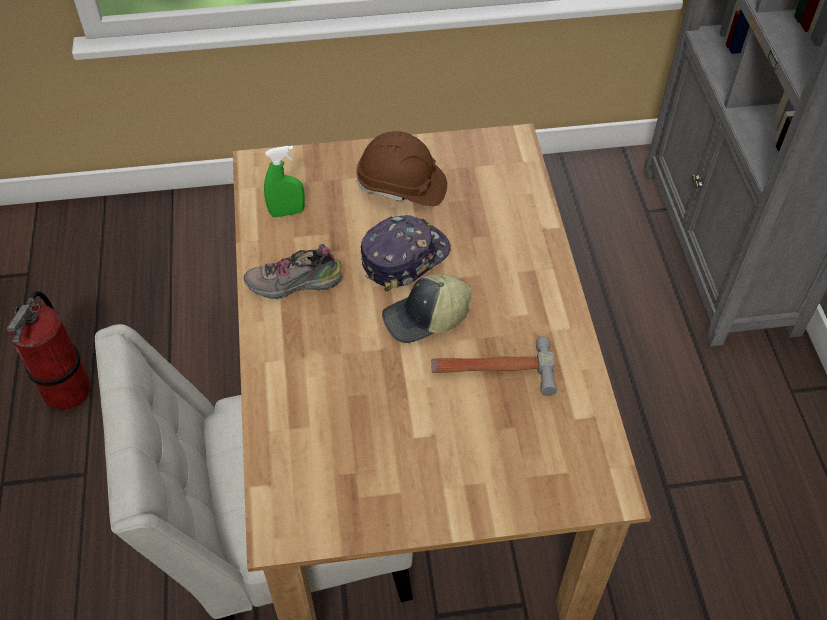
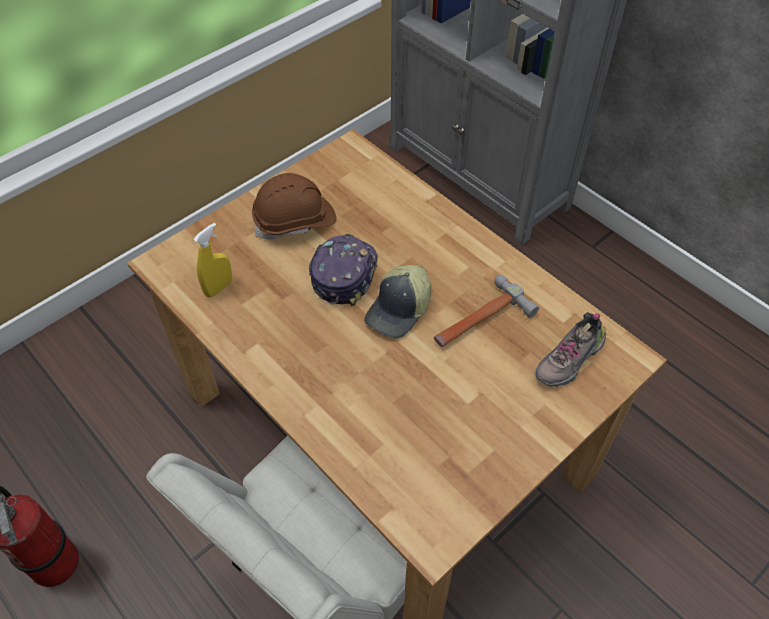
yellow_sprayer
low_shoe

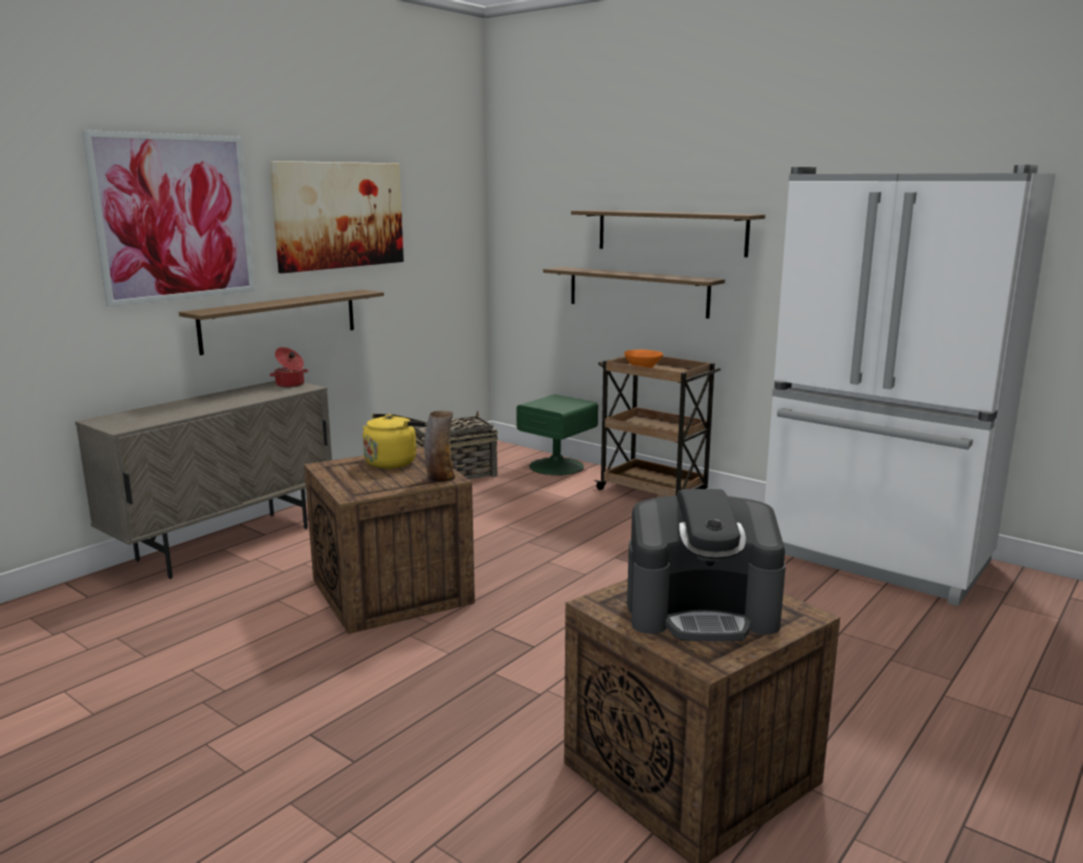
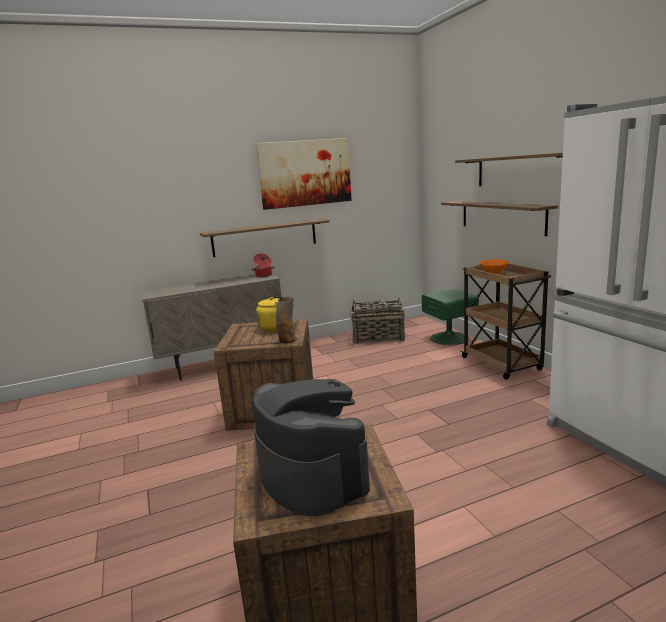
coffee_maker
wall_picture (1st from left in the first image)

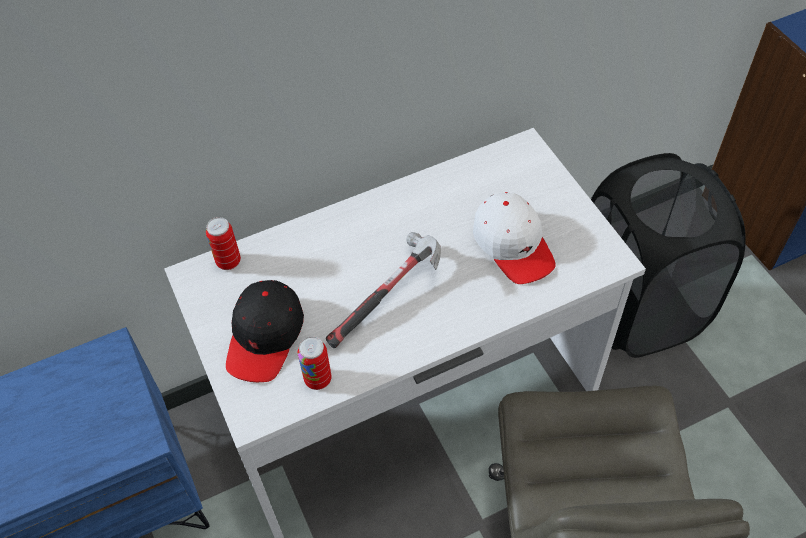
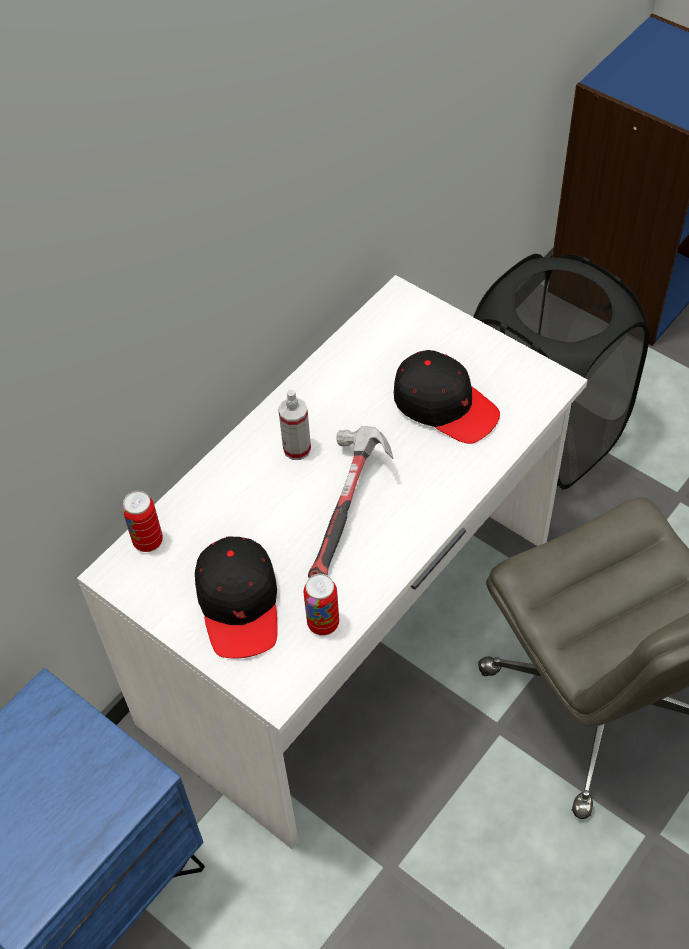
sprayer
blackish_cap (2nd from left)

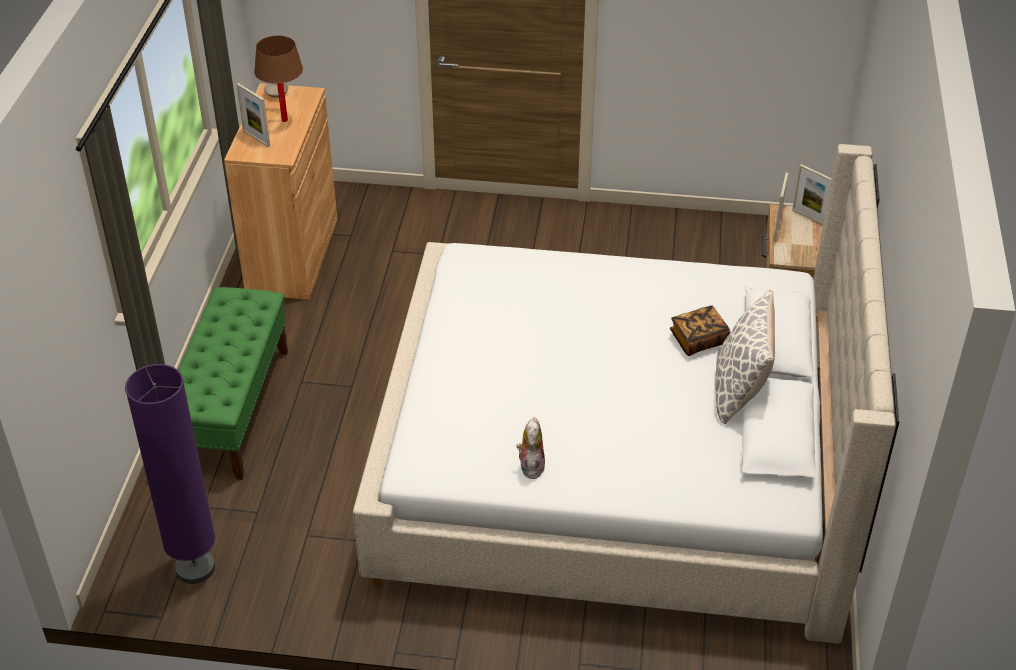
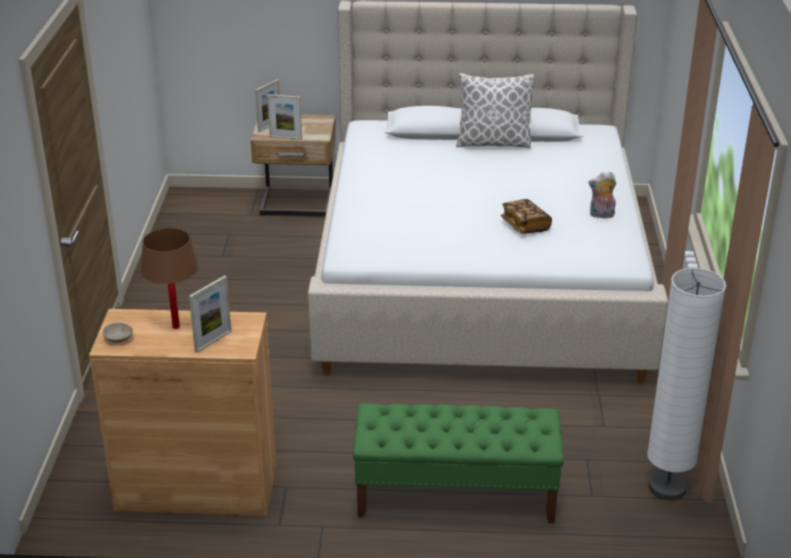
book
whitish_standing_lamp

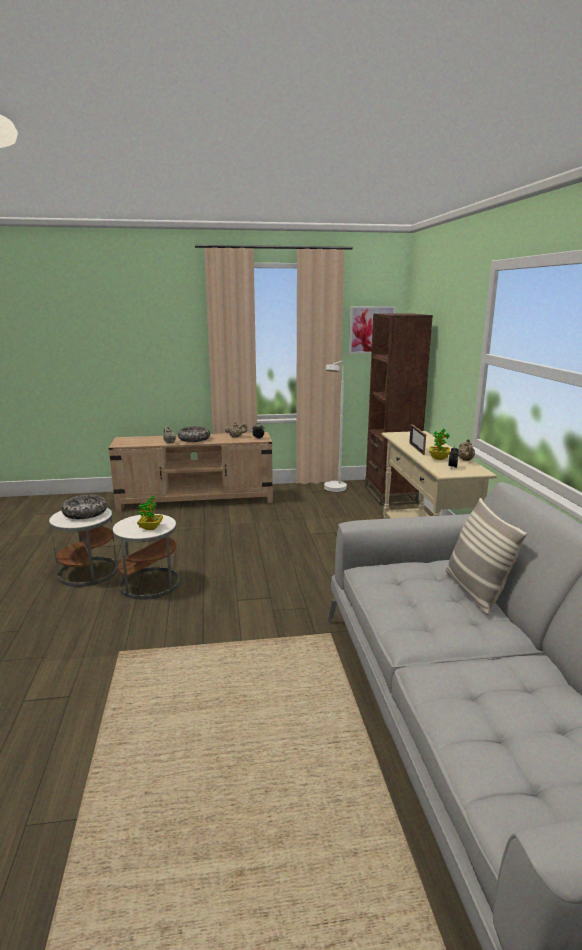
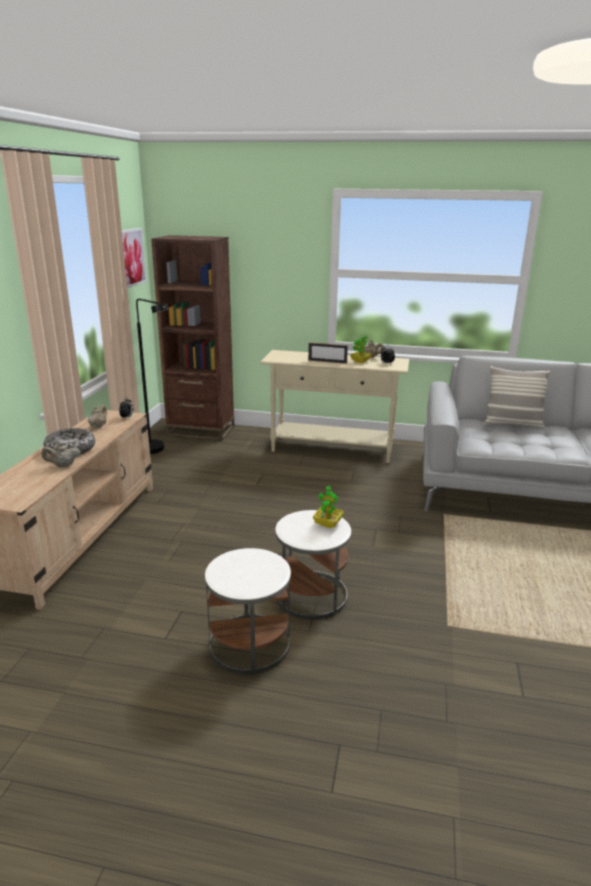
blackish_standing_lamp
deep_dish (1st from left in the first image)

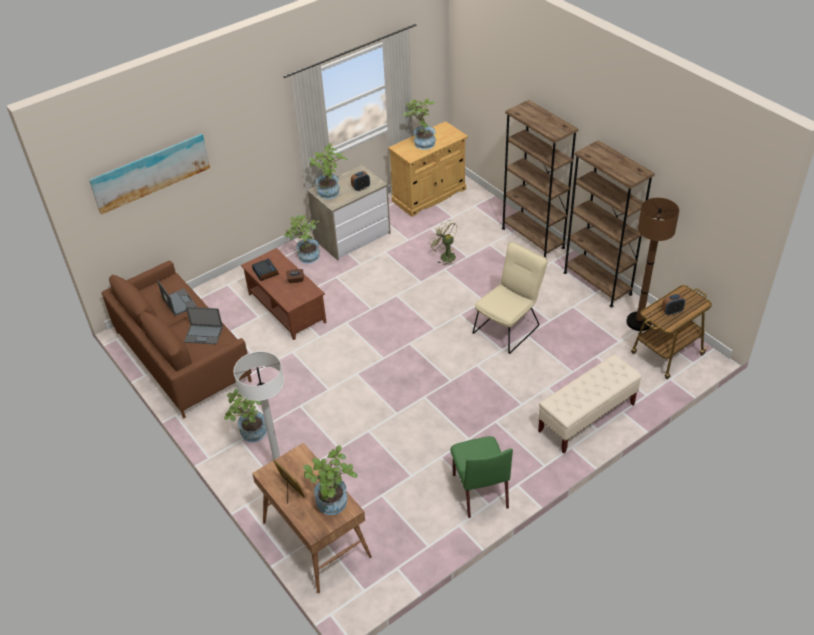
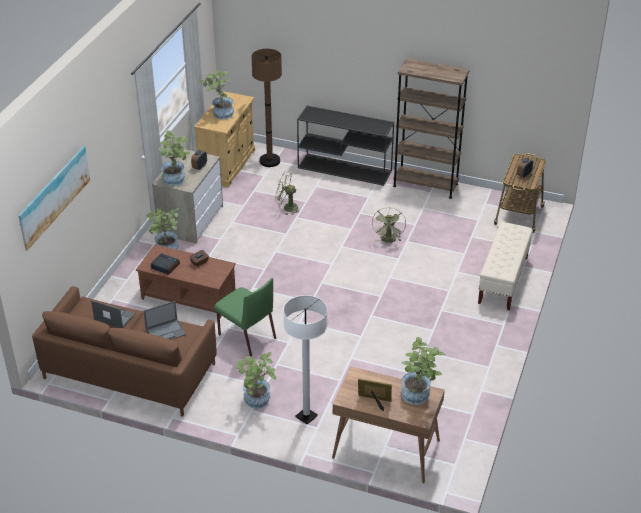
greenish_chair
brown-coloured_standing_lamp
blackish_console_table
greenish_cooling_fan (2nd from left)

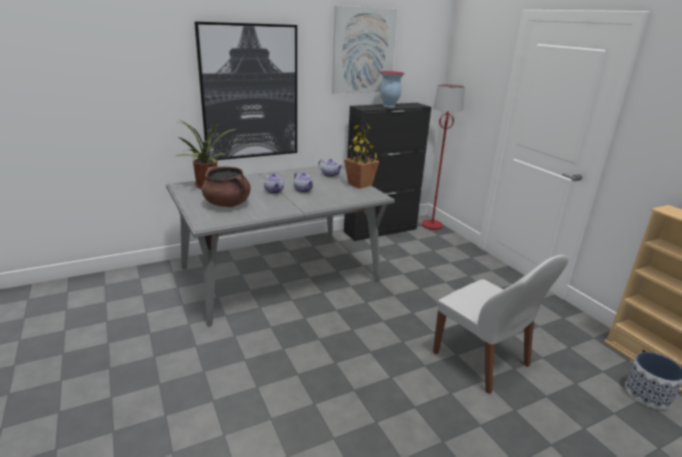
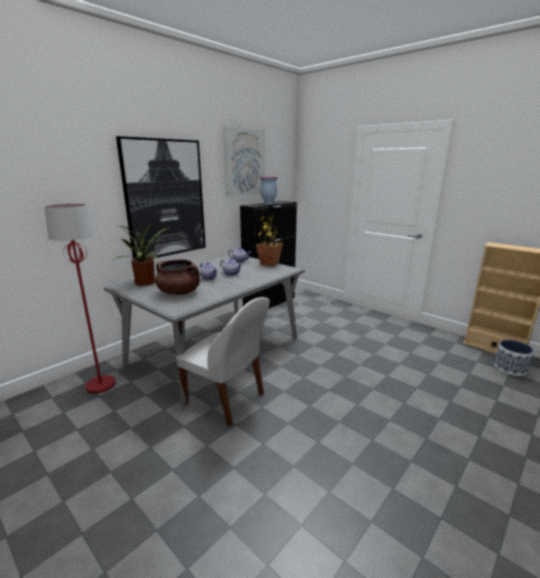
red_standing_lamp
whitish_chair

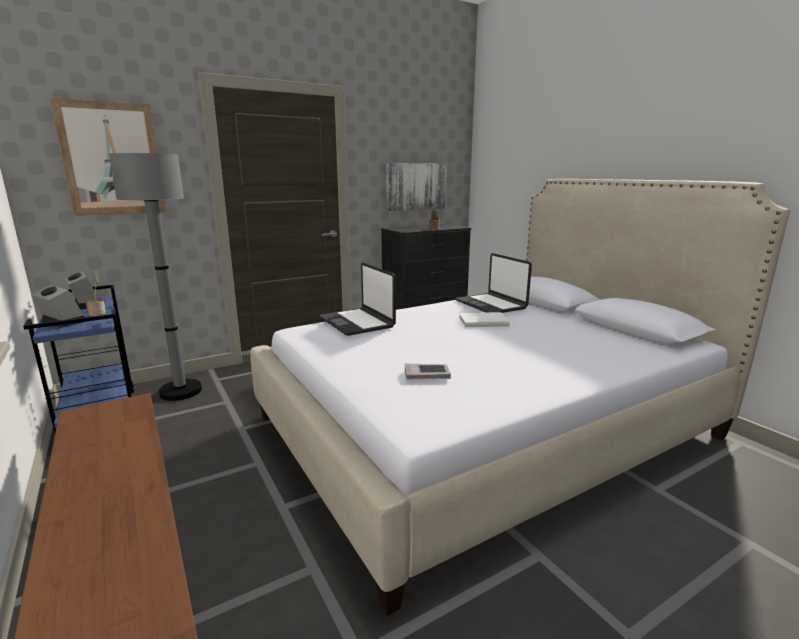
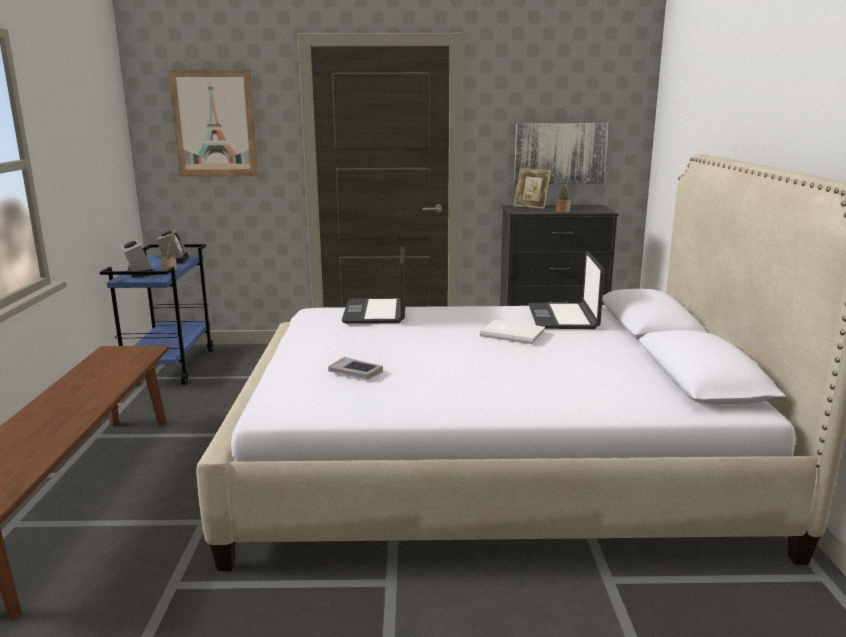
photo_frame
gray_standing_lamp

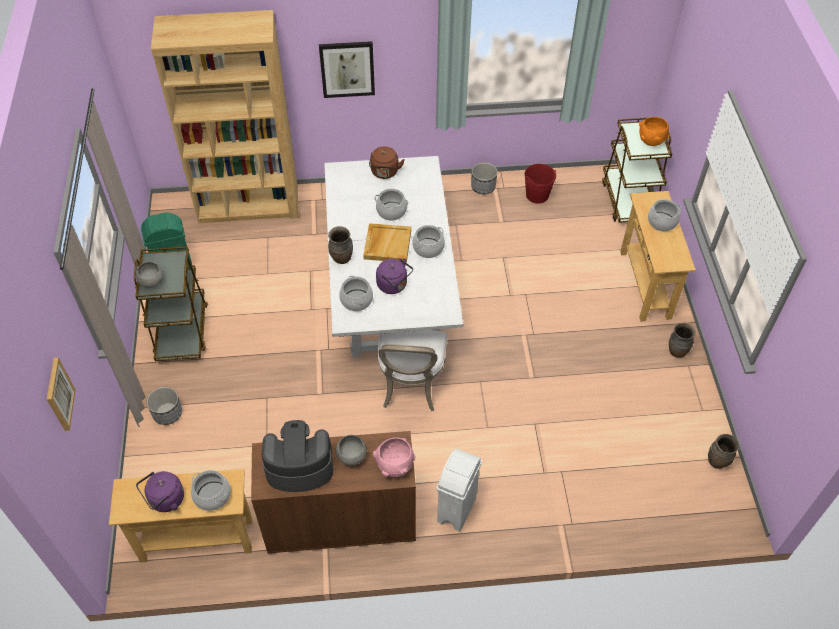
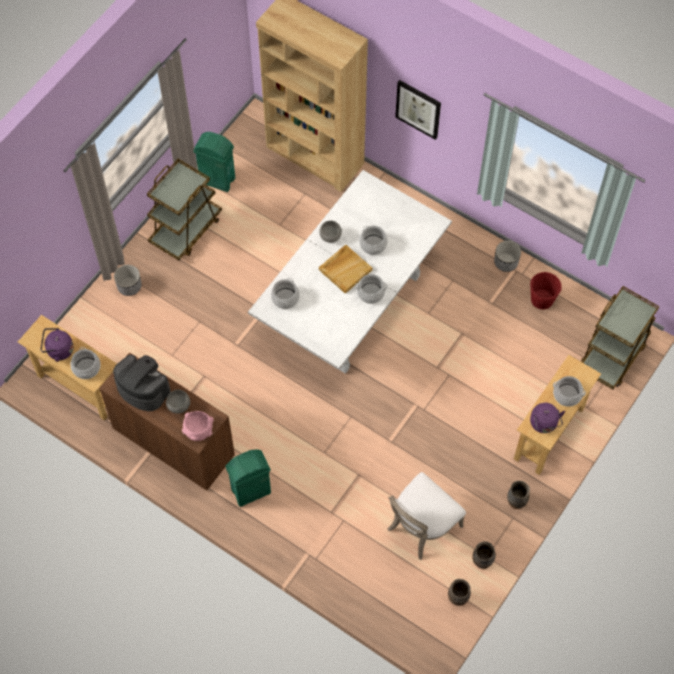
greenish_trash_can (2nd from left)
gray_deep_dish (2nd from left)
whitish_chair
brown-coloured_flower_vase (2nd from left)
purplish_kettle (2nd from left)
wall_picture (1st from left in the first image)
brown-coloured_kettle
orange_deep_dish

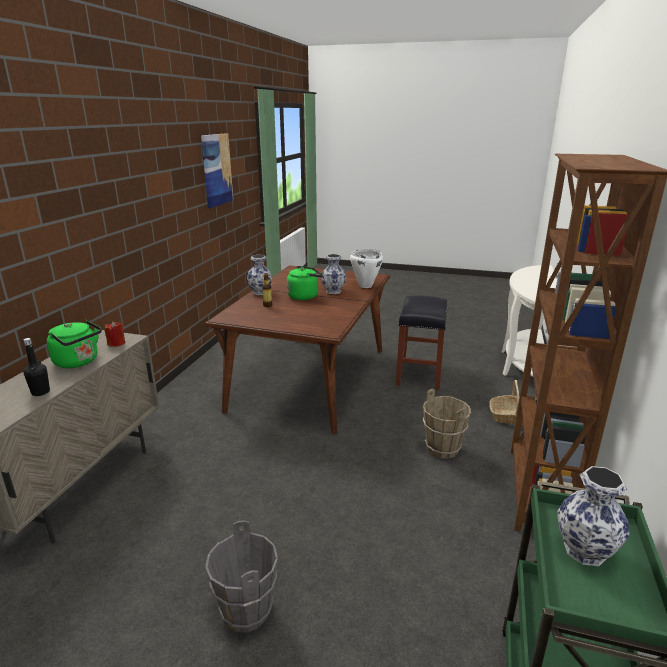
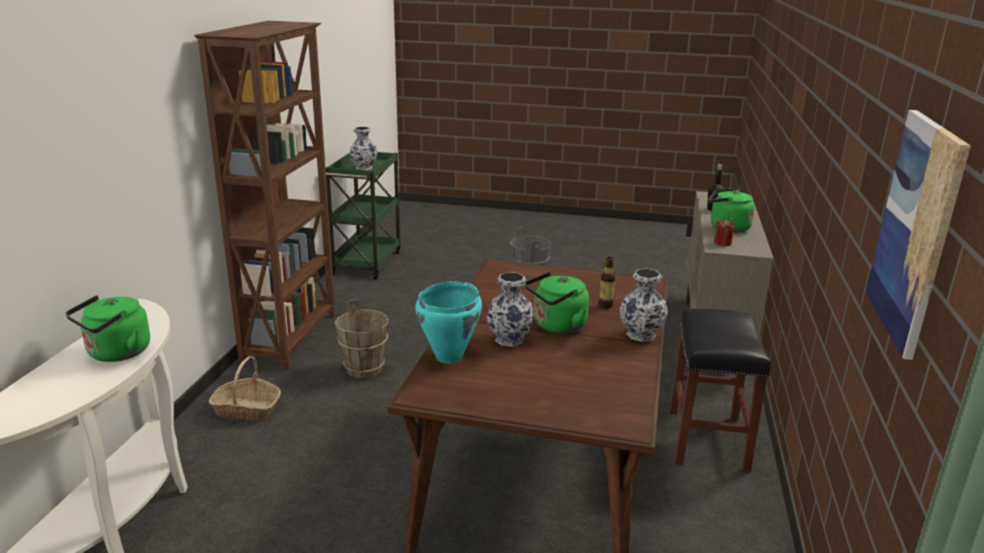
greenish_kettle (1st from left)
blue-green_saucepot
blackish_stool

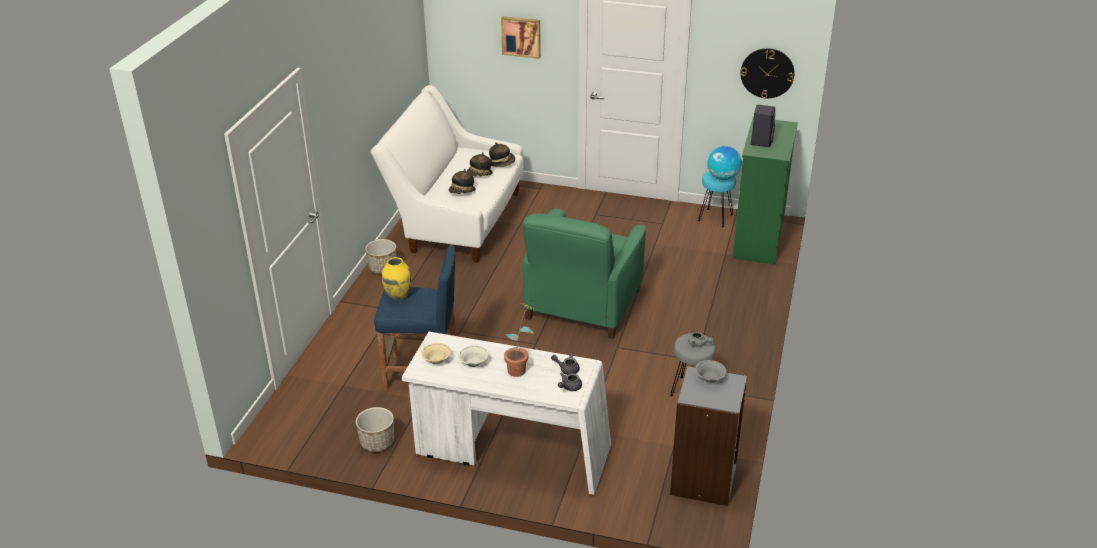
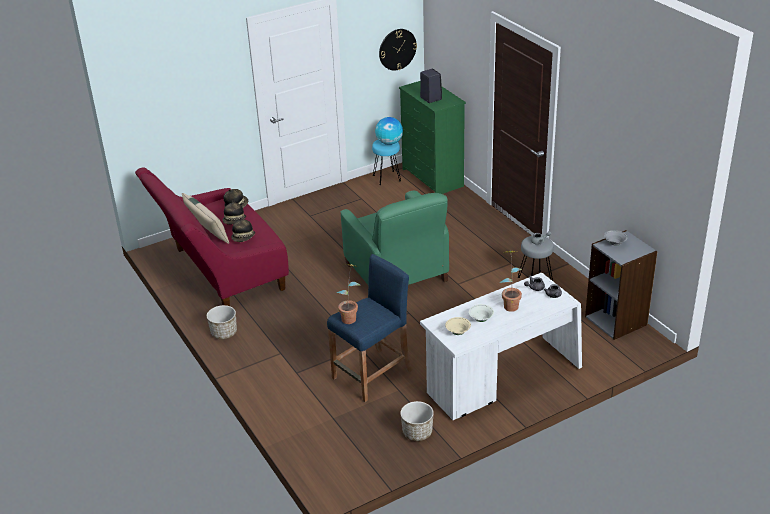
red_sofa
sand-coloured_pillow
potted_plant (1st from left)
wall_picture

